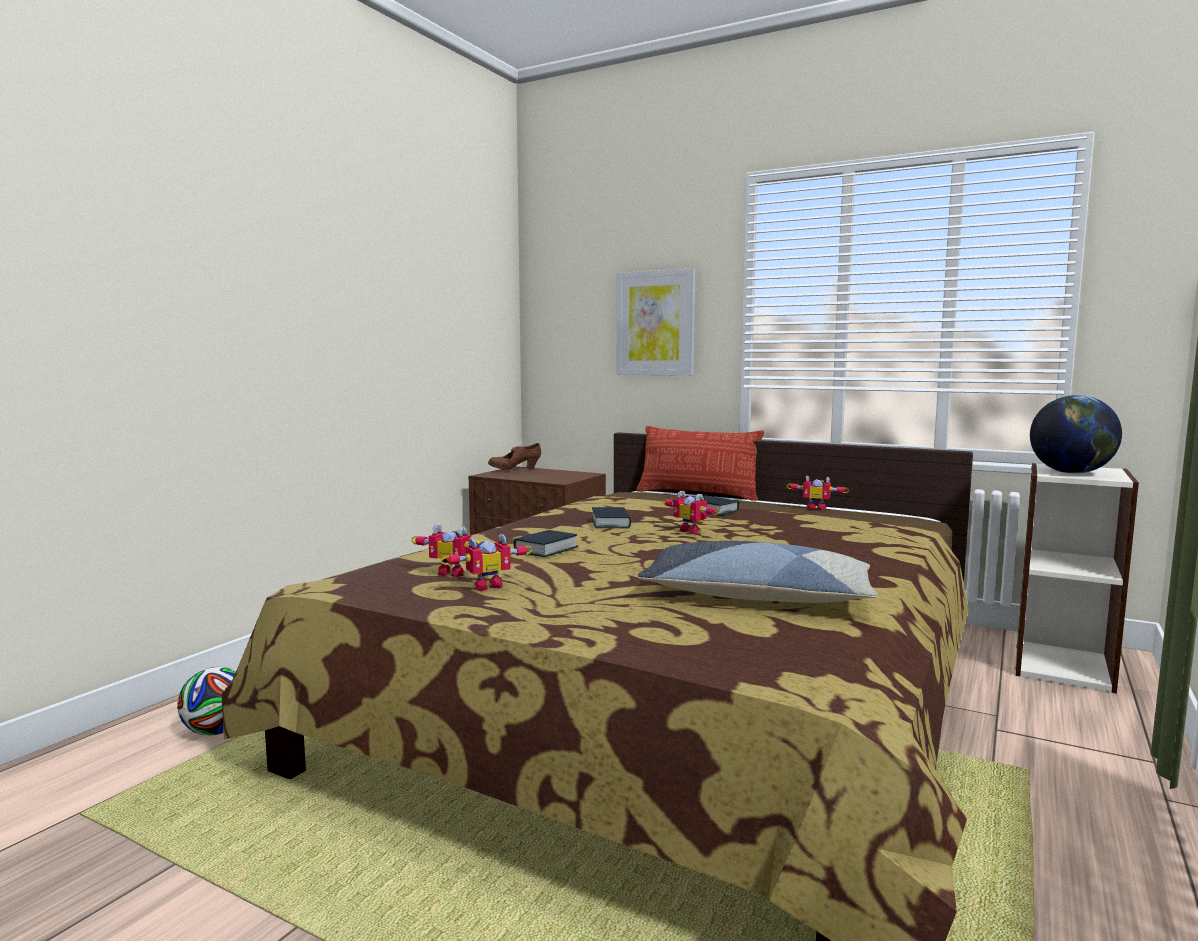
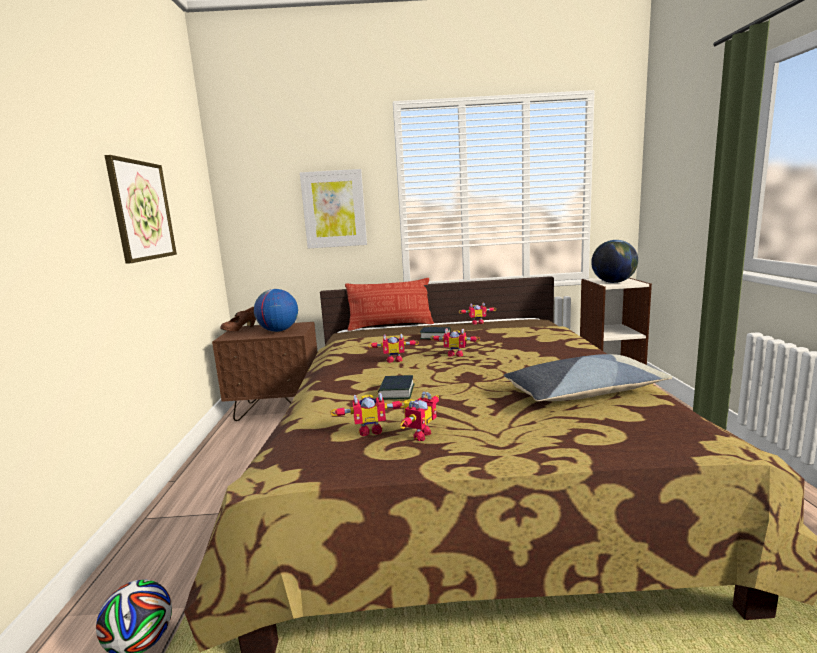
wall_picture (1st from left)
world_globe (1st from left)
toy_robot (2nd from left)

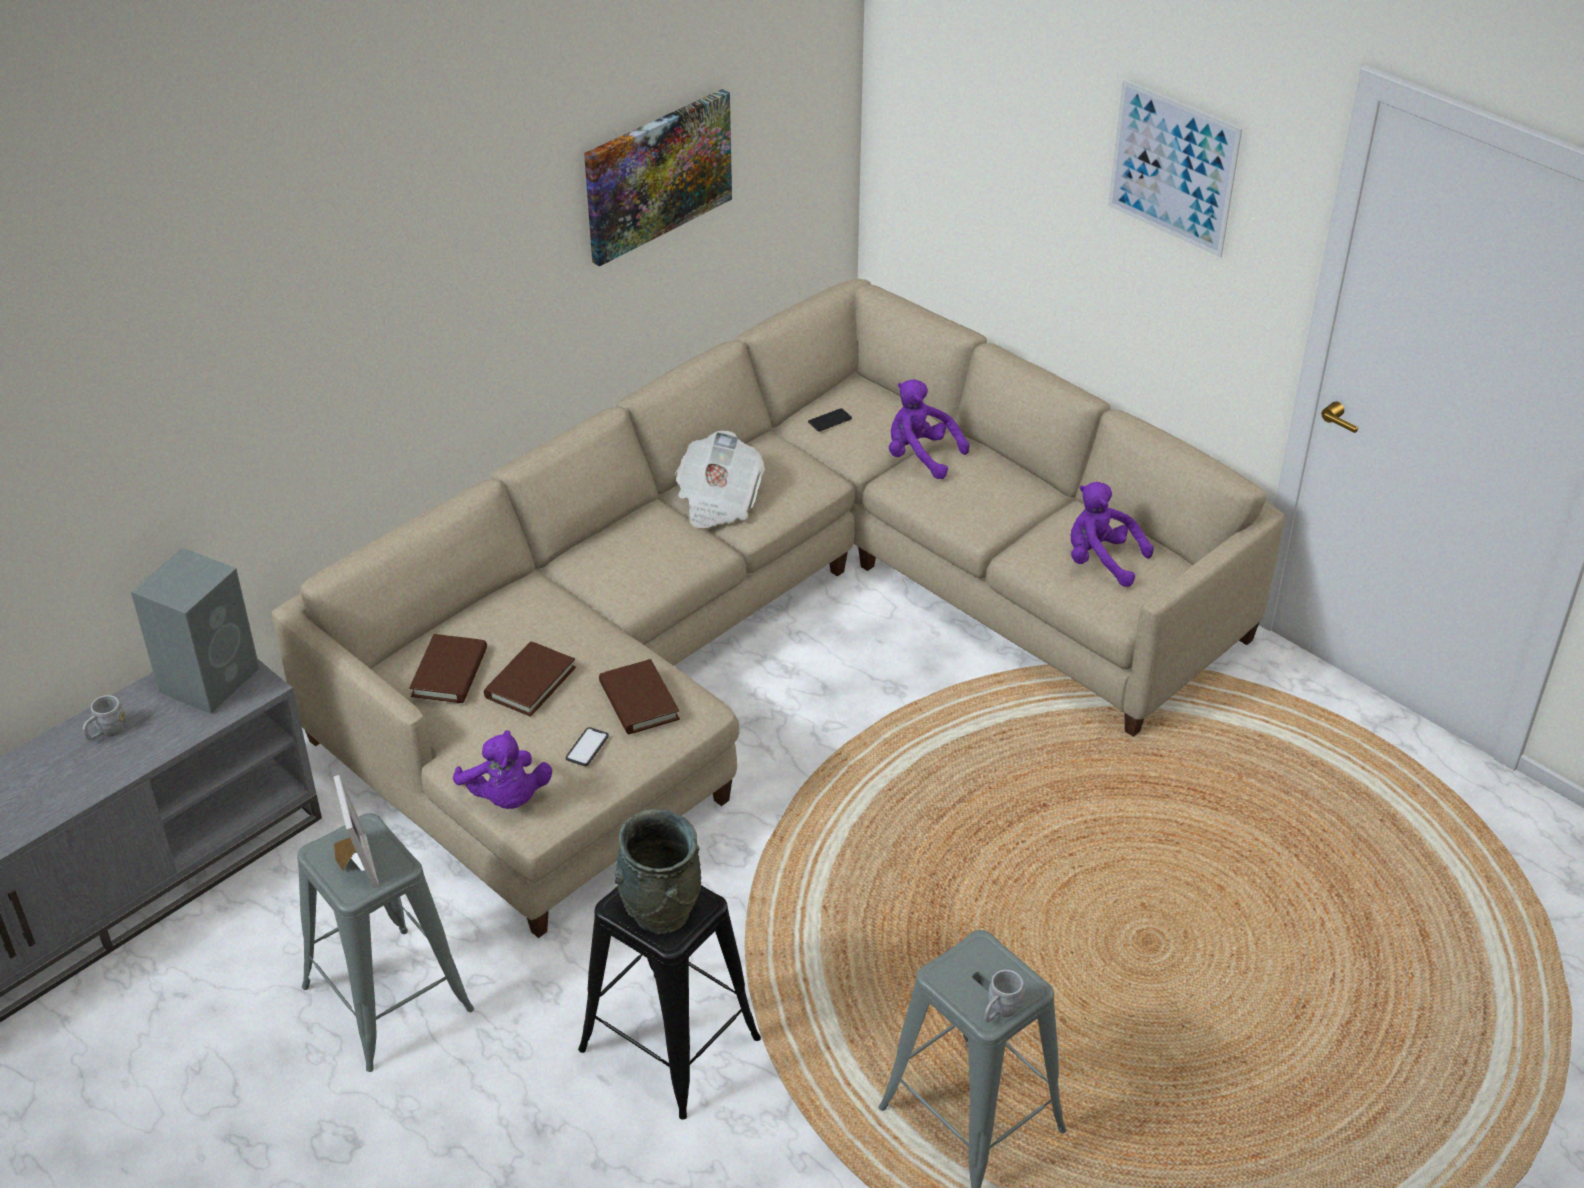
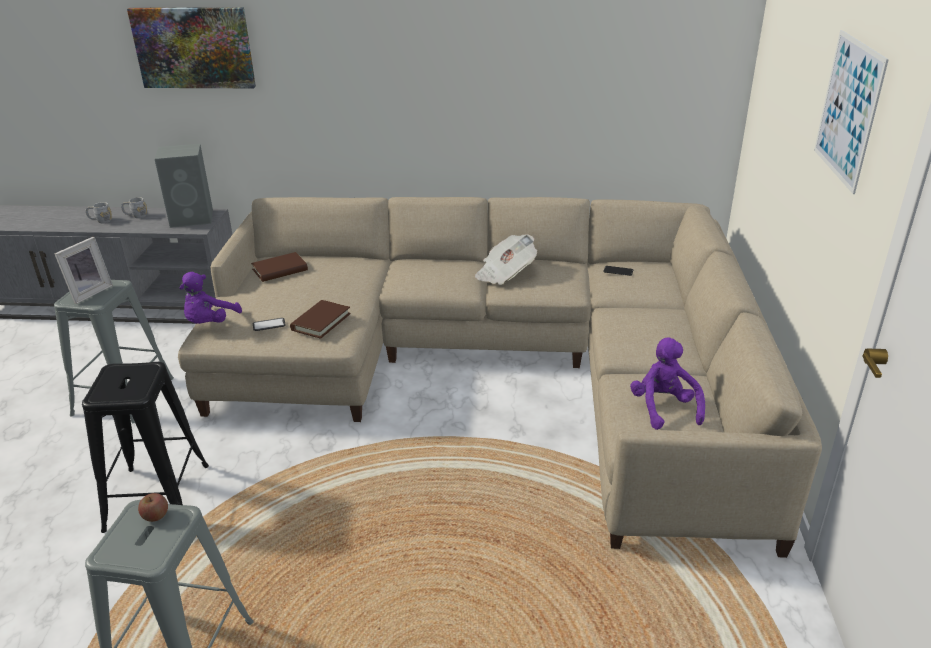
gray_coffee_mug (1st from left)
wall_picture (1st from left)
apple_fruit
brown-coloured_book (2nd from left in the first image)
gray_flower_vase
purplish_plush_toy (2nd from left in the first image)

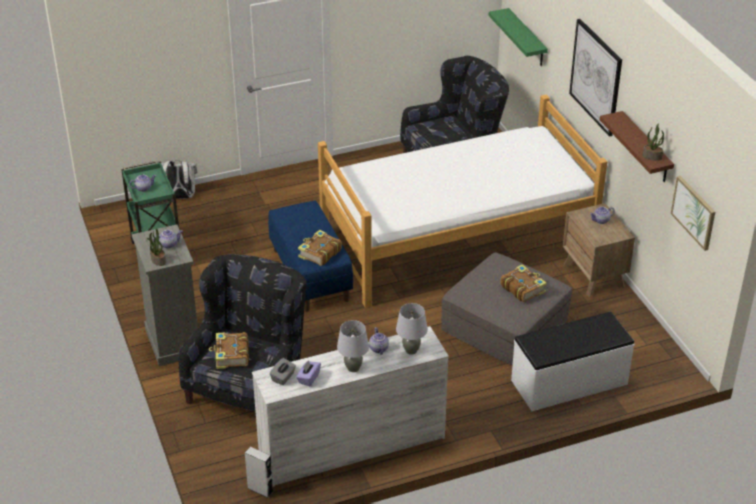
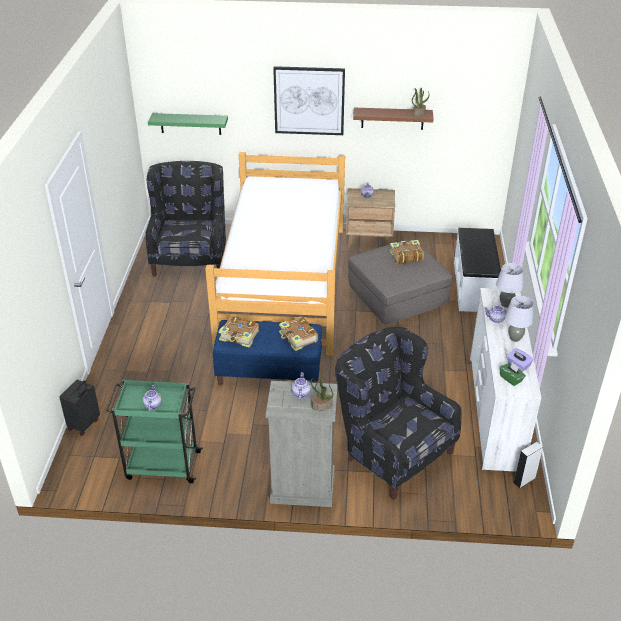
blackish_travel_case
book (1st from left)
greenish_tissue_box
wall_picture (2nd from left in the first image)

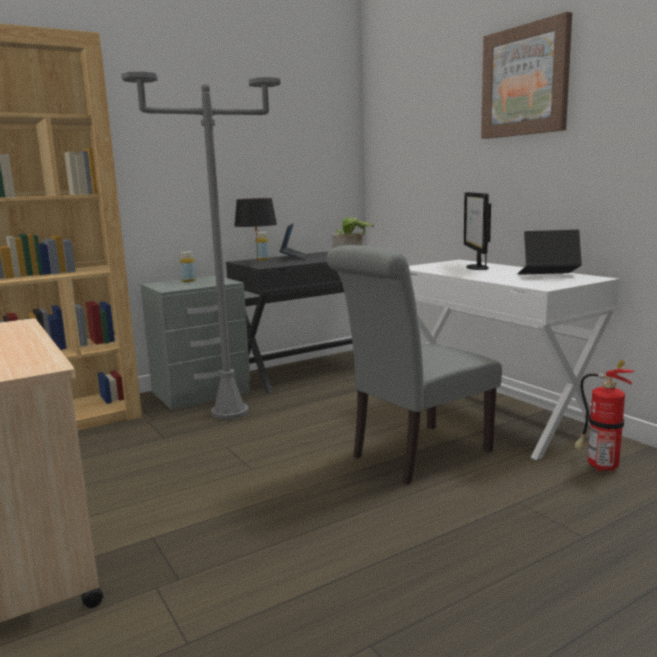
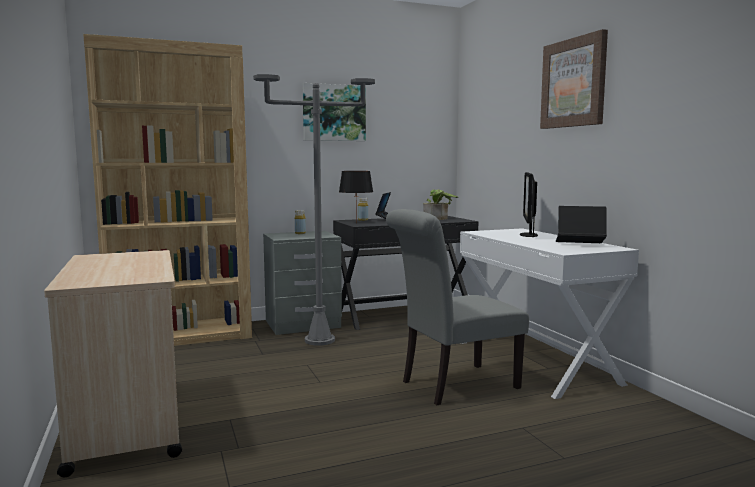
wall_picture (1st from left)
fire-fighting_cylinder

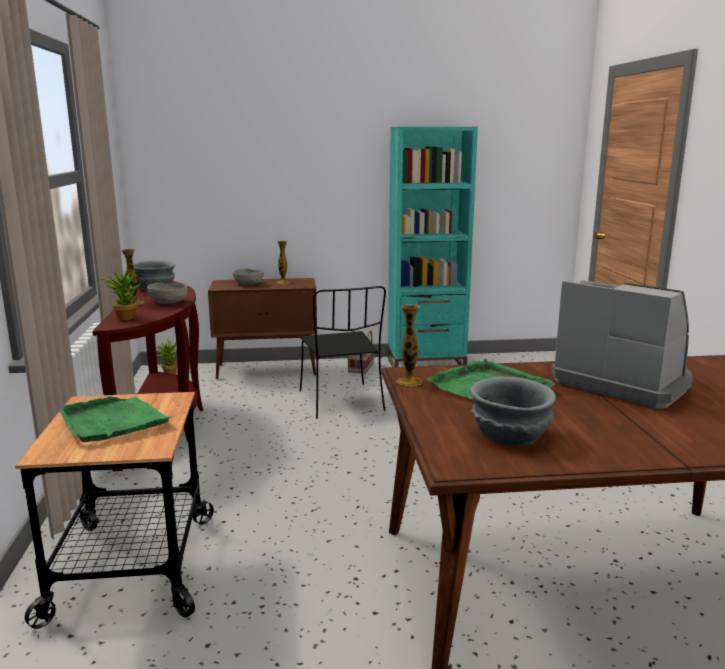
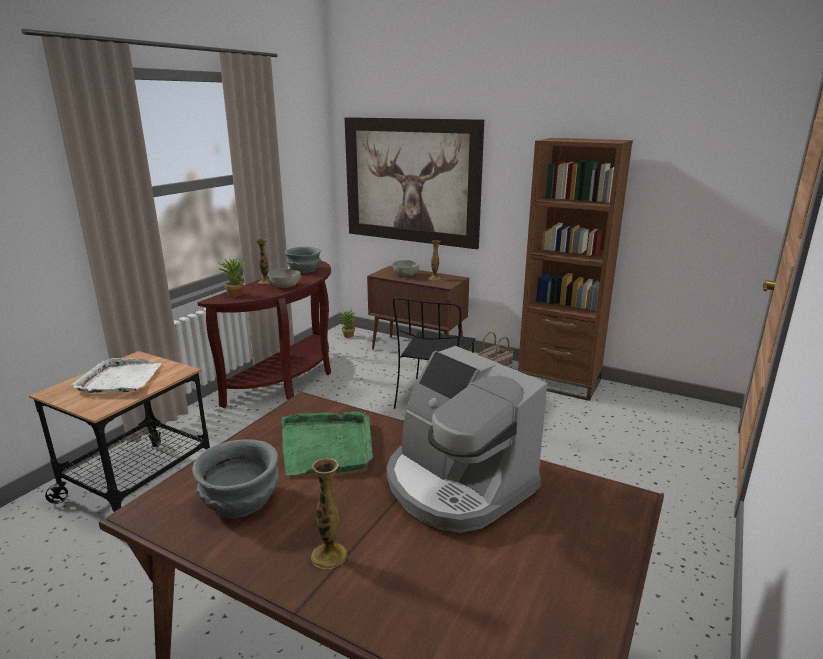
whitish_carrying_tray
flower_vase (2nd from left)
wall_picture
coffee_maker
brown-coloured_shelving_unit

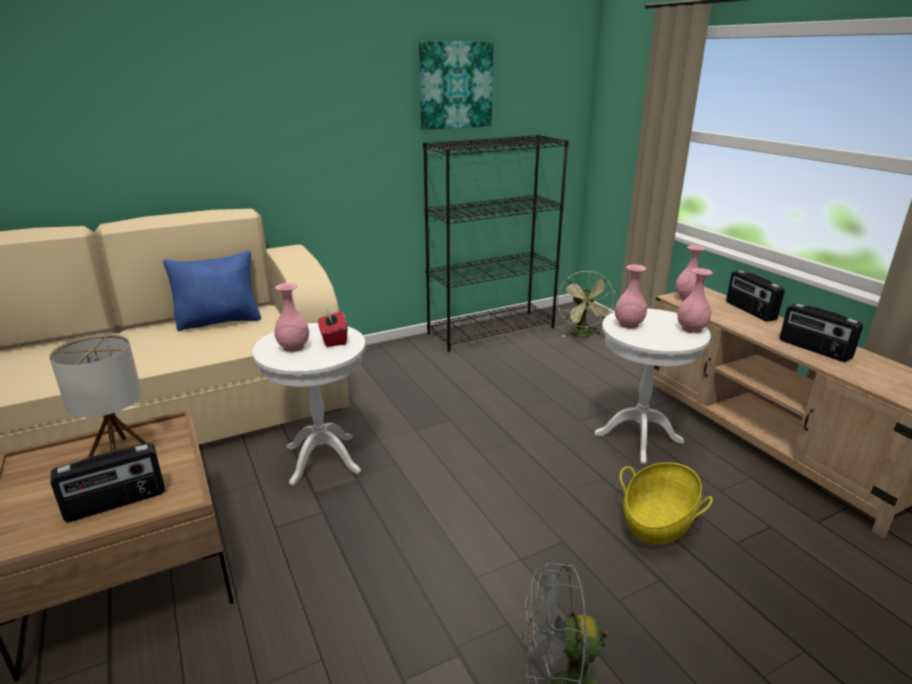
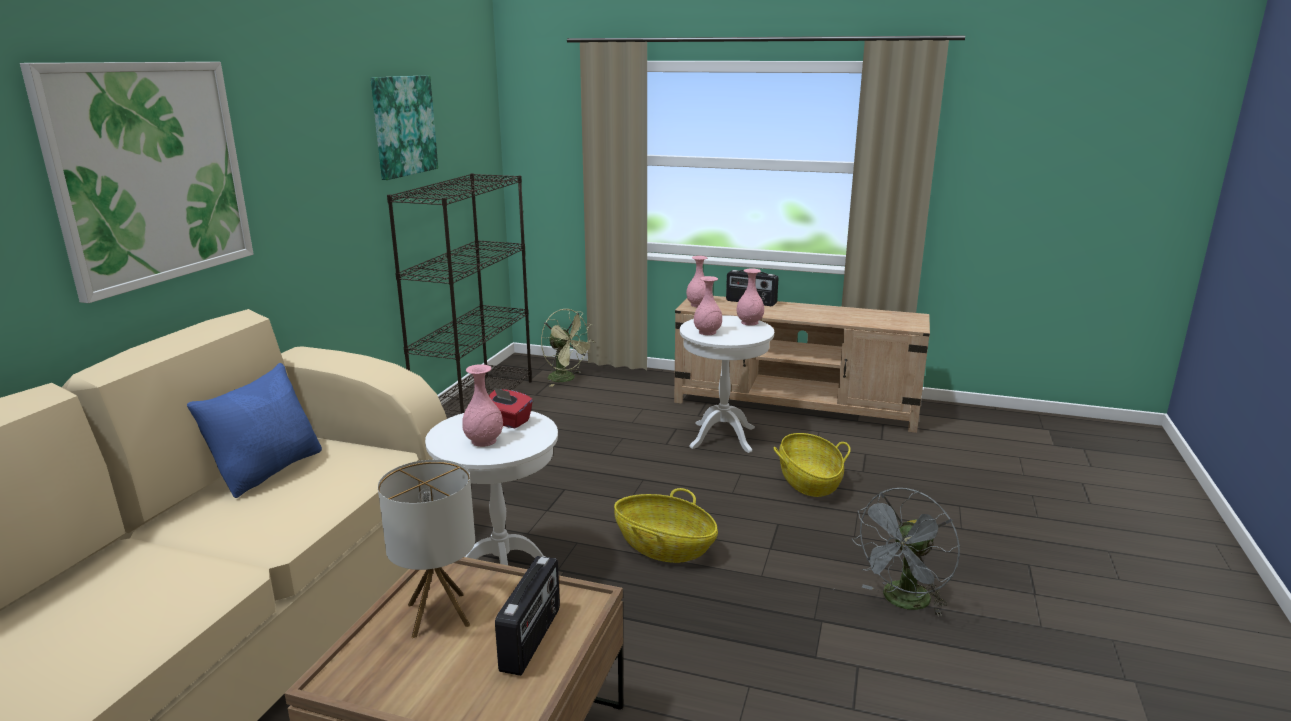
wall_picture (1st from left)
household_basket (1st from left)
radio_set (3rd from left in the first image)

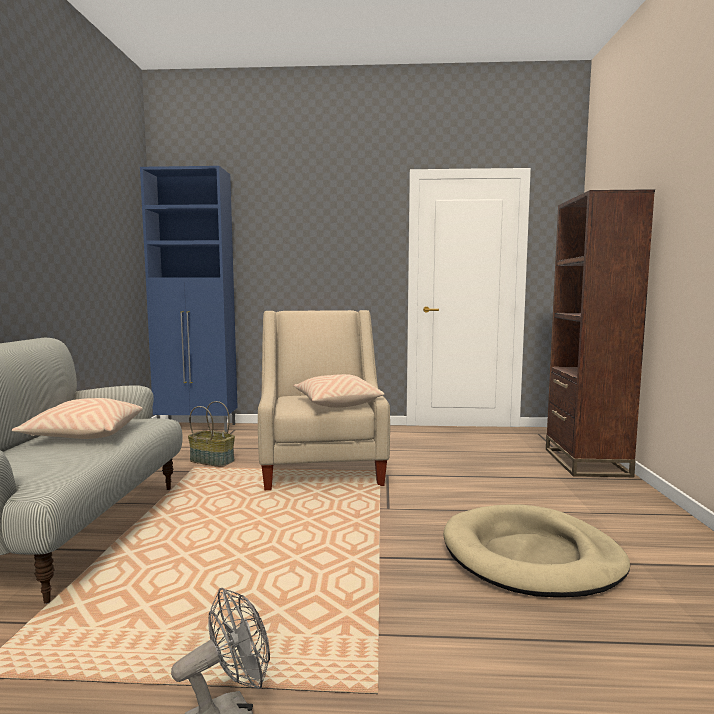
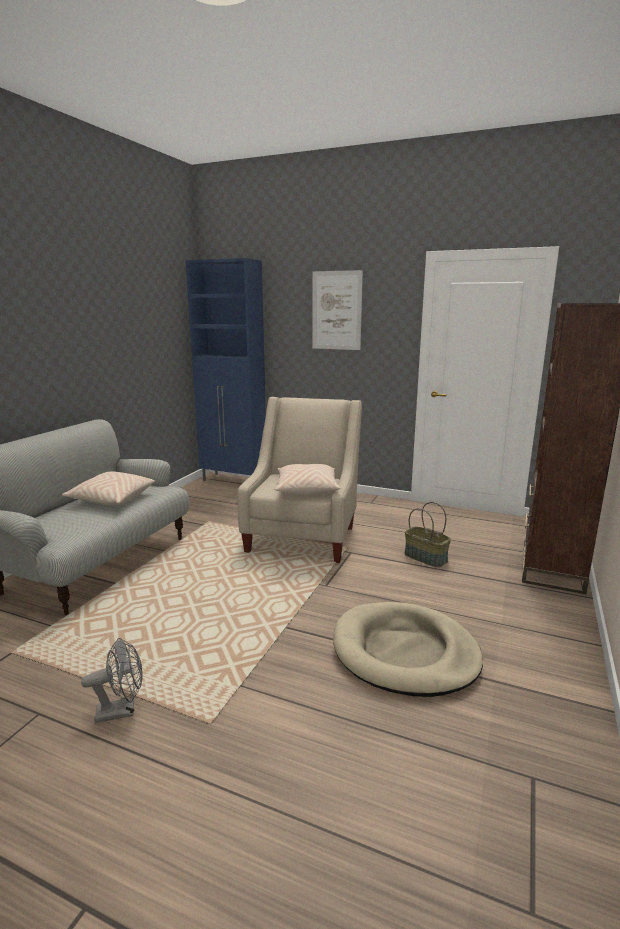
wall_picture
household_basket

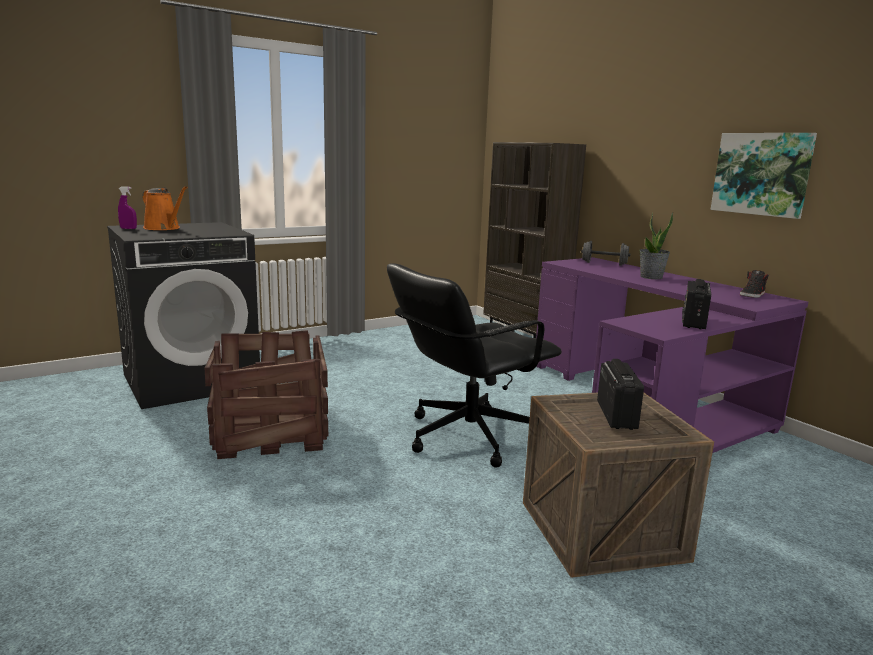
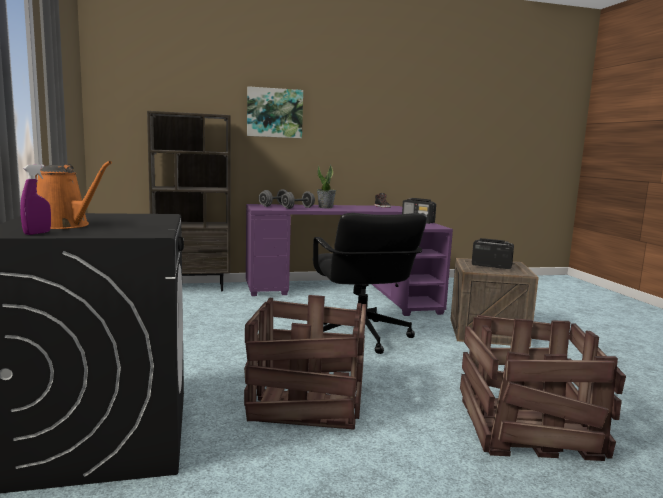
orange_watering_can
wall_picture
gray_free_weight (2nd from left)
packing_crate (3rd from left)

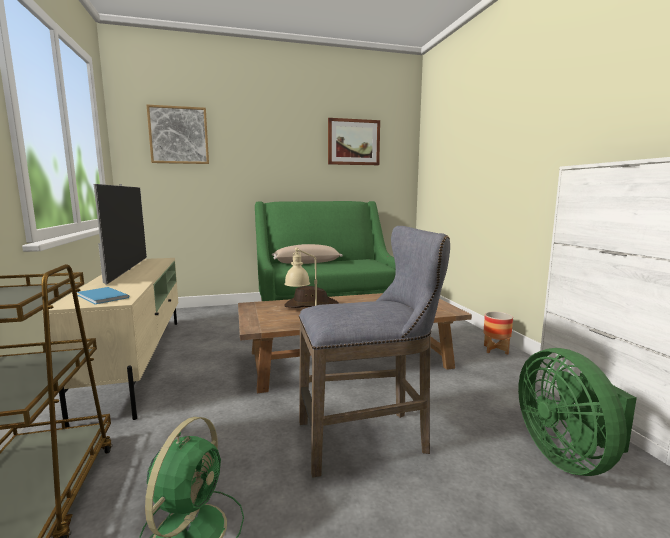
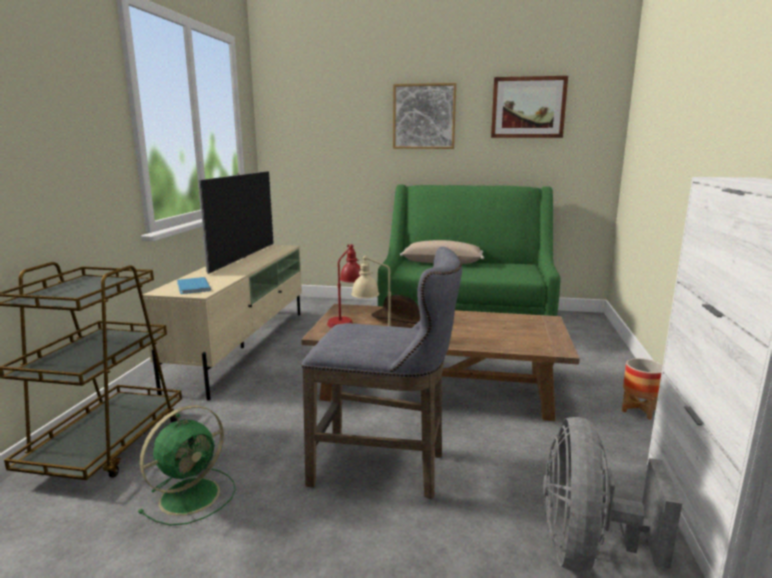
red_tabletop_lamp
wall_picture (1st from left)
gray_cooling_fan

